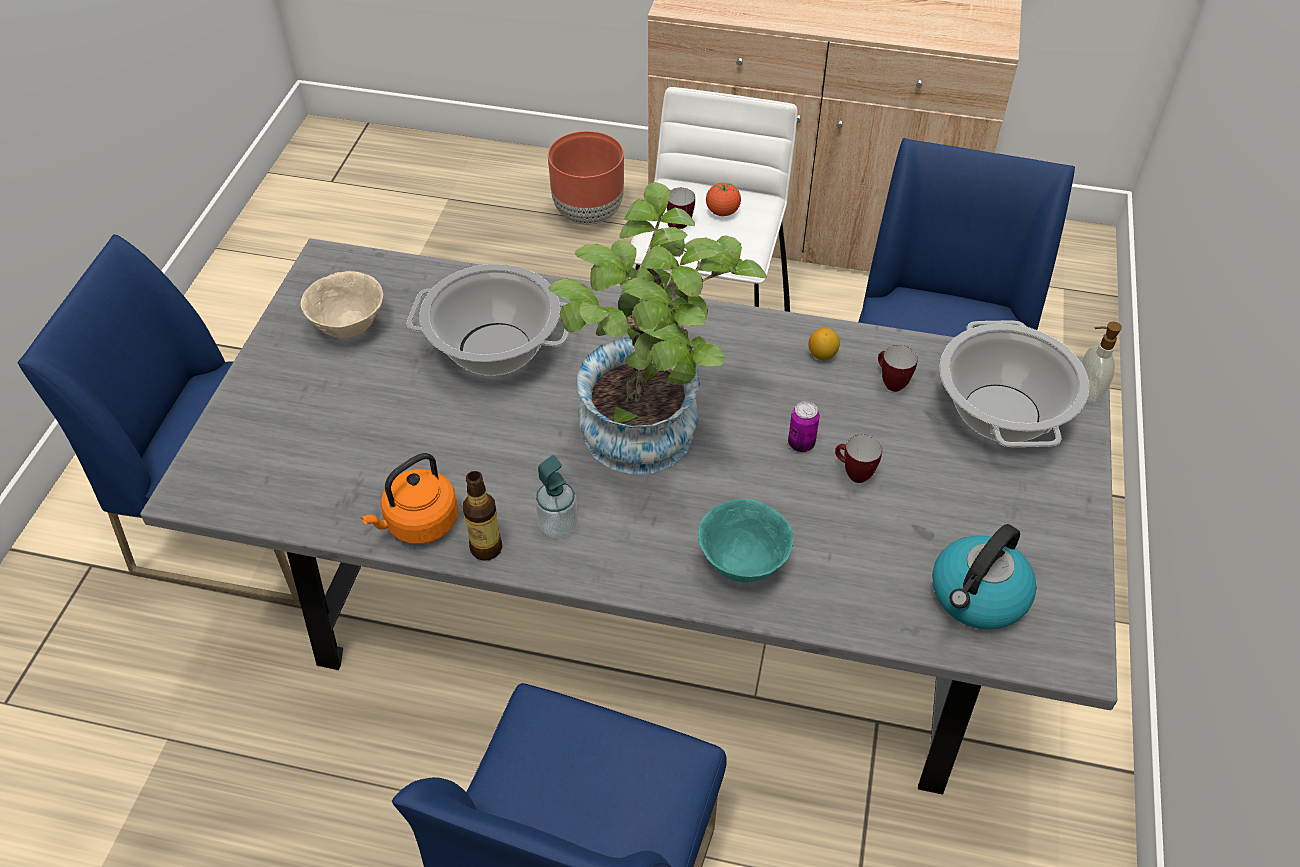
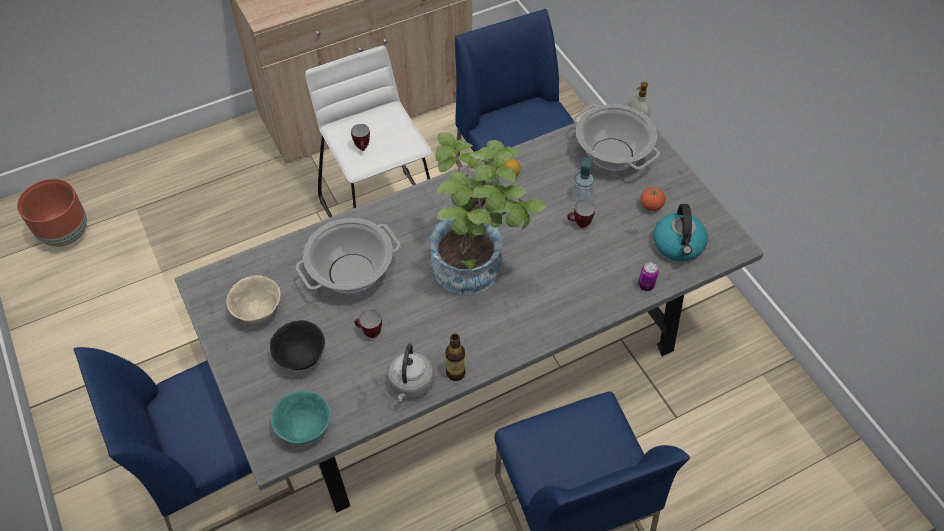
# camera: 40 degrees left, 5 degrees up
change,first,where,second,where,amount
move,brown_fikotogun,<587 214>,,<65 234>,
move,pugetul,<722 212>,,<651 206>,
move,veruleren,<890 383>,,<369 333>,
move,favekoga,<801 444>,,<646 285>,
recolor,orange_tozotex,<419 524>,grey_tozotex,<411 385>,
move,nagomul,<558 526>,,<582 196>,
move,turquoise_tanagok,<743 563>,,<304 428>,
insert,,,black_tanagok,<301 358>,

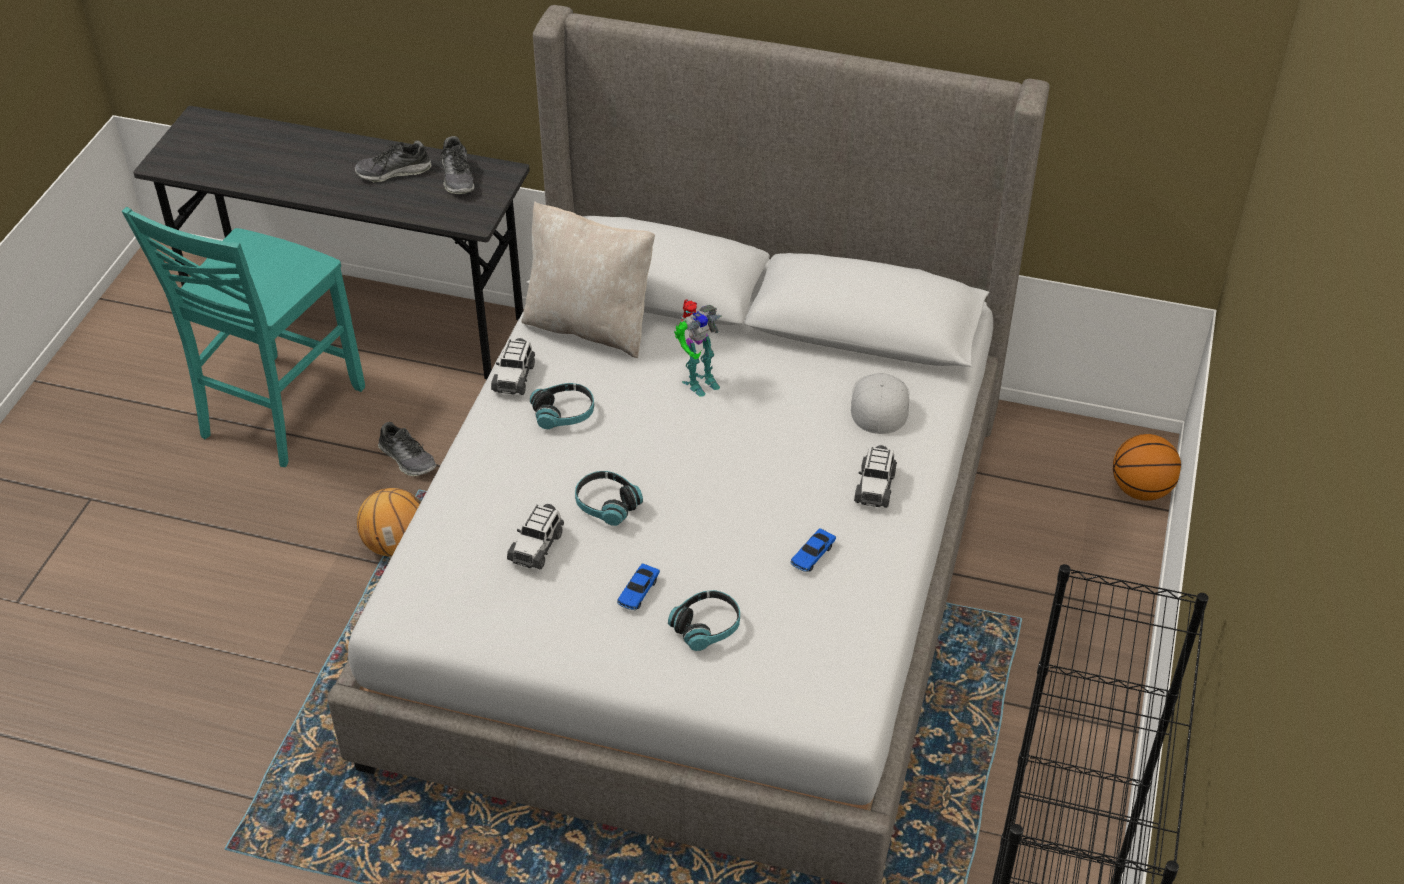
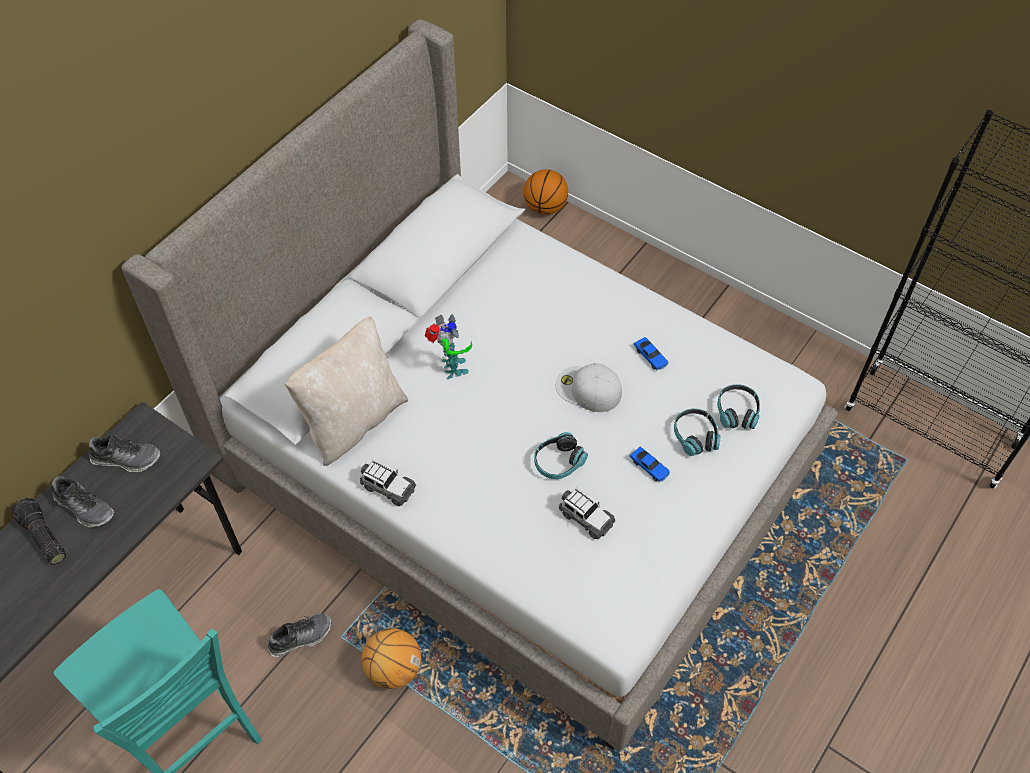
# camera: 70 degrees left, 10 degrees up
change,first,where,second,where,amount
rotate,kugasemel,<394 172>,,<85 507>,60 degrees counterclockwise
move,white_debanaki,<879 403>,,<587 389>,
move,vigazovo,<564 413>,,<737 412>,
delete,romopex,<875 486>,,,
insert,,,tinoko,<42 537>,

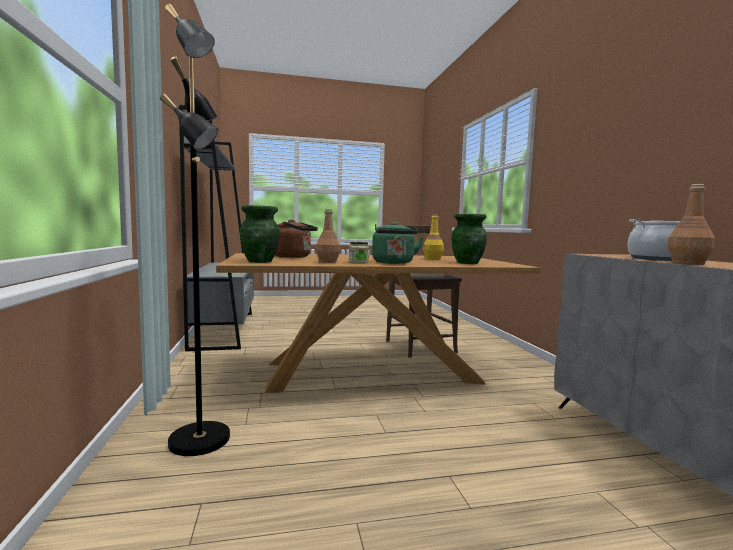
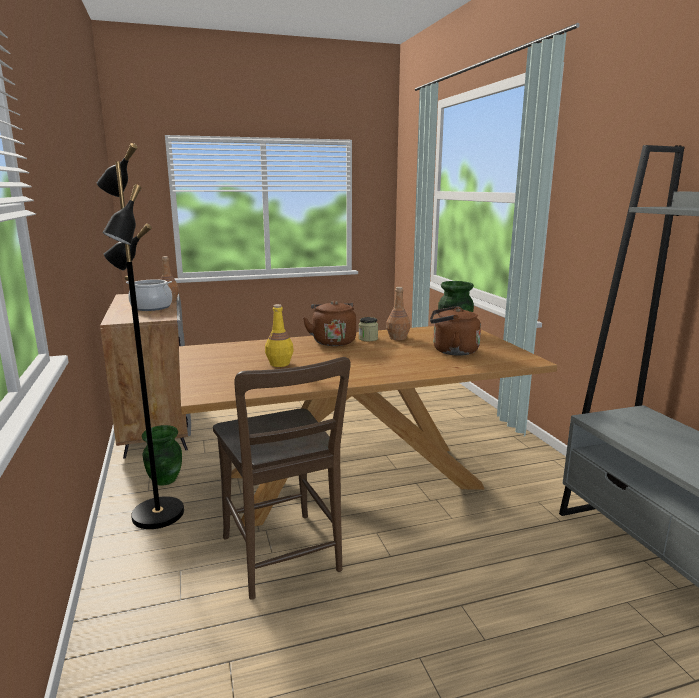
# camera: 175 degrees right, 10 degrees up
change,first,where,second,where,amount
move,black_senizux,<202 440>,,<156 514>,
move,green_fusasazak,<468 263>,,<164 480>,
recolor,green_tozotex,<393 263>,brown_tozotex,<333 341>,

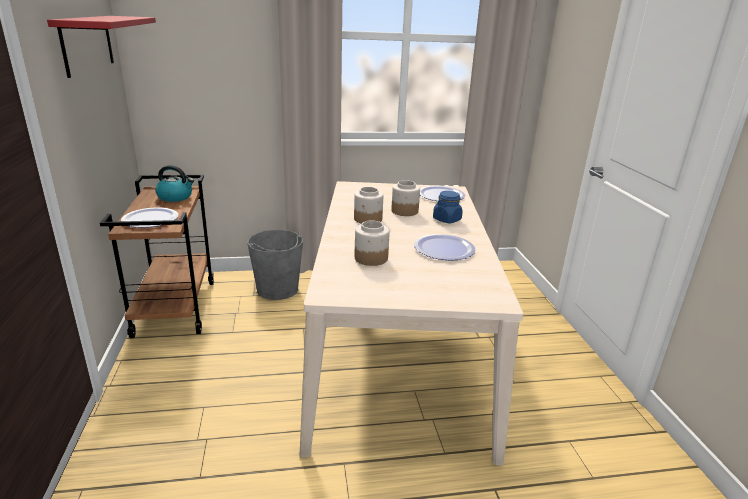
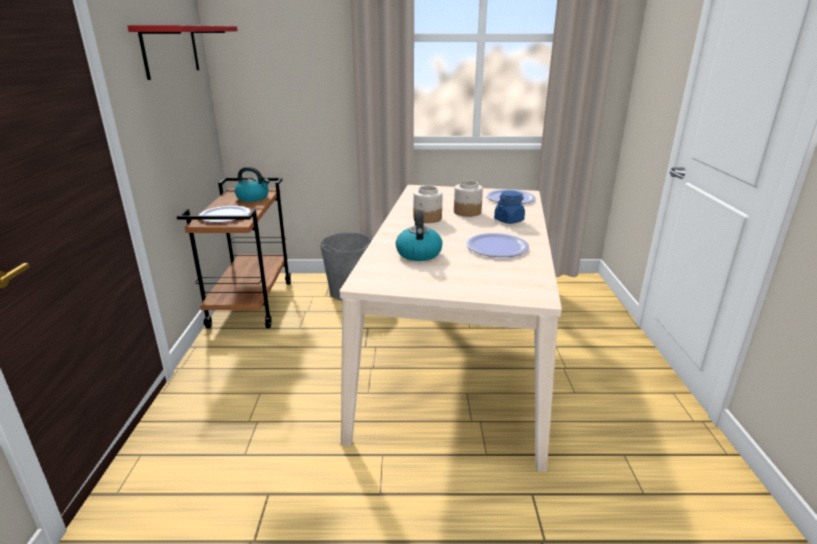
# camera: 10 degrees right, 0 degrees up
change,first,where,second,where,amount
replace,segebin,<370 258>,tozotex,<418 253>,

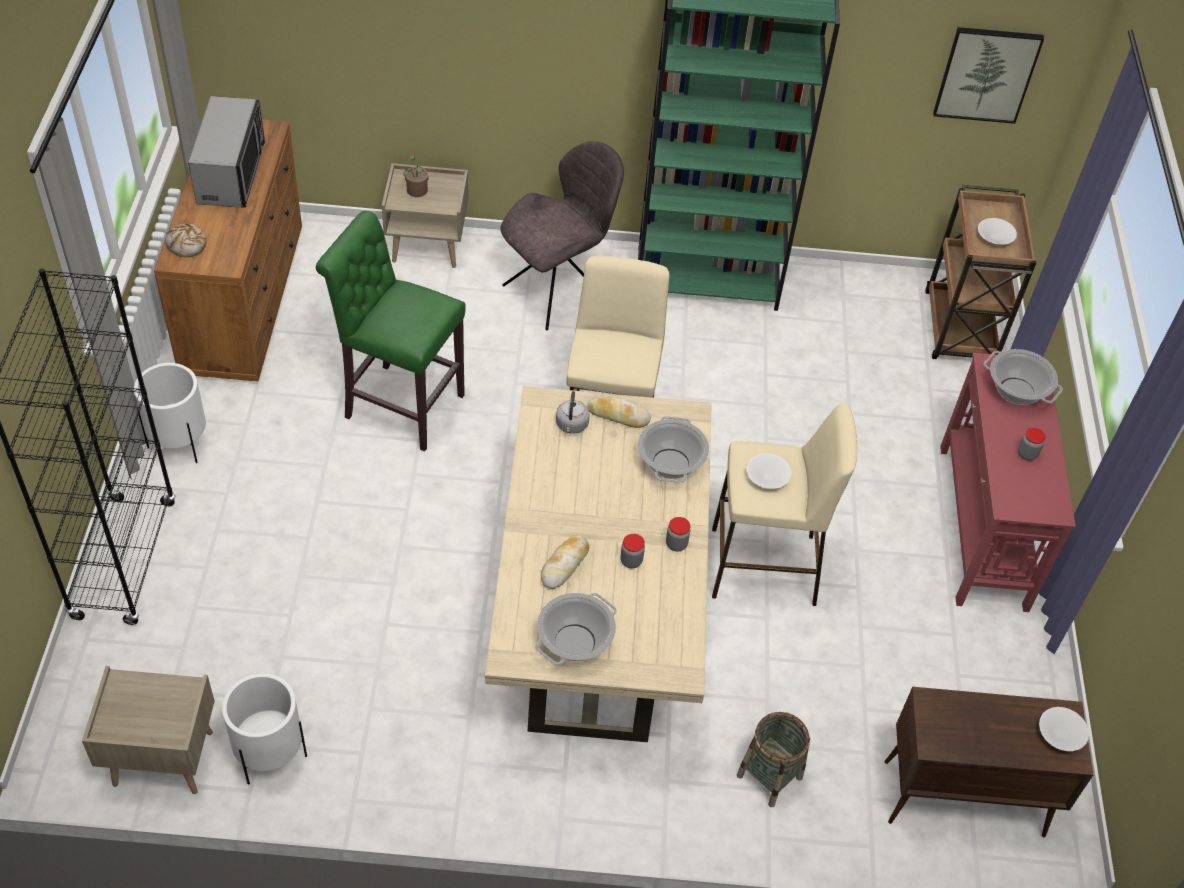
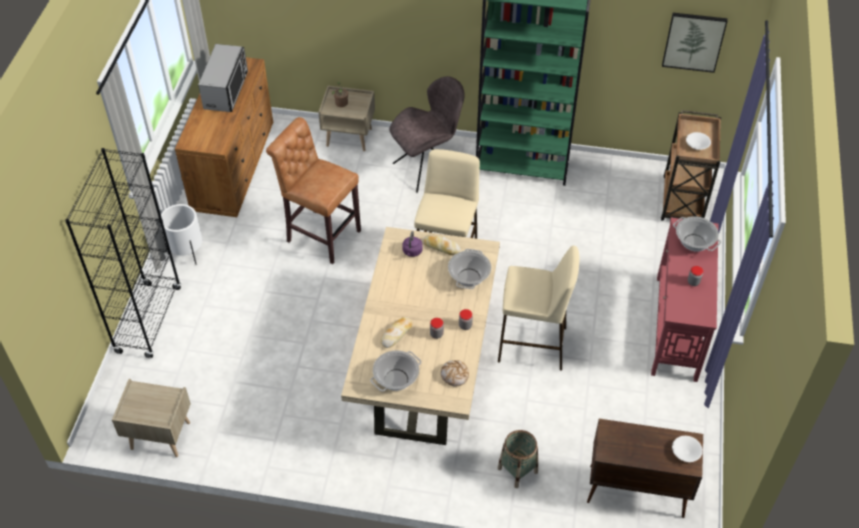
# camera: 10 degrees right, 0 degrees up
change,first,where,second,where,amount
recolor,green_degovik,<399 404>,brown_degovik,<320 234>,
move,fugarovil,<187 245>,,<455 375>,
recolor,grey_tozotex,<571 426>,purple_tozotex,<412 252>,
delete,white_tanagok,<766 477>,,,
delete,white_fikotogun,<270 755>,,,

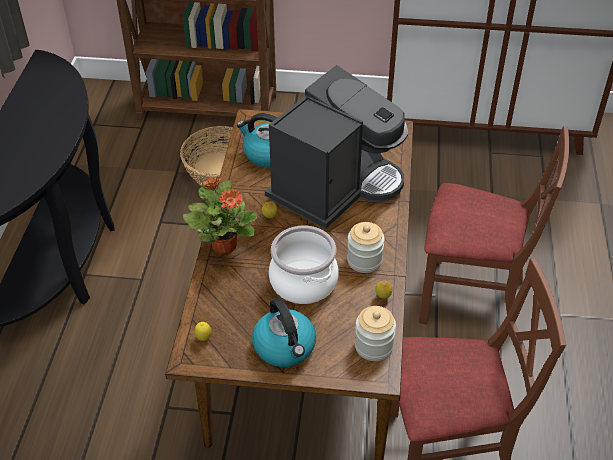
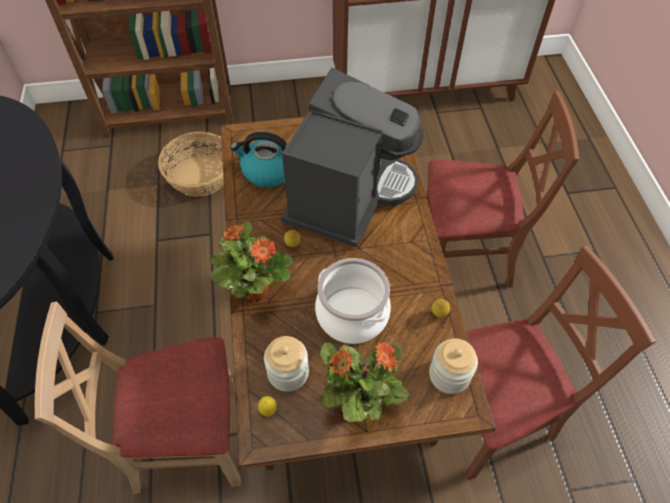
# camera: 15 degrees left, 10 degrees up
change,first,where,second,where,amount
move,segebin,<364 260>,,<288 373>,
replace,tozotex,<285 347>,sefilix,<359 399>,
insert,,,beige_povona,<188 442>,

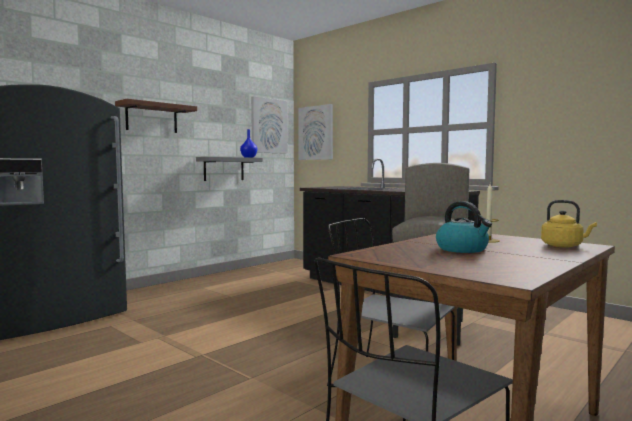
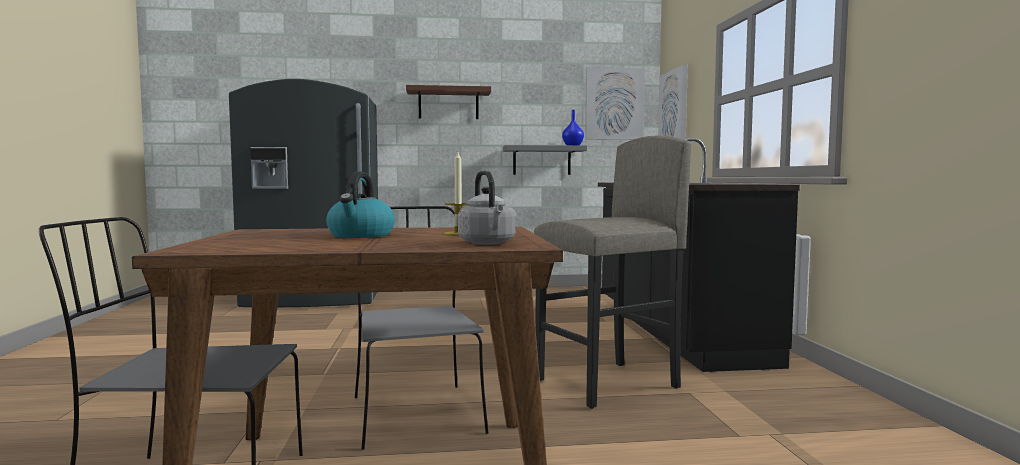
# camera: 40 degrees right, 0 degrees up
change,first,where,second,where,amount
recolor,yellow_tozotex,<564 246>,grey_tozotex,<488 243>,

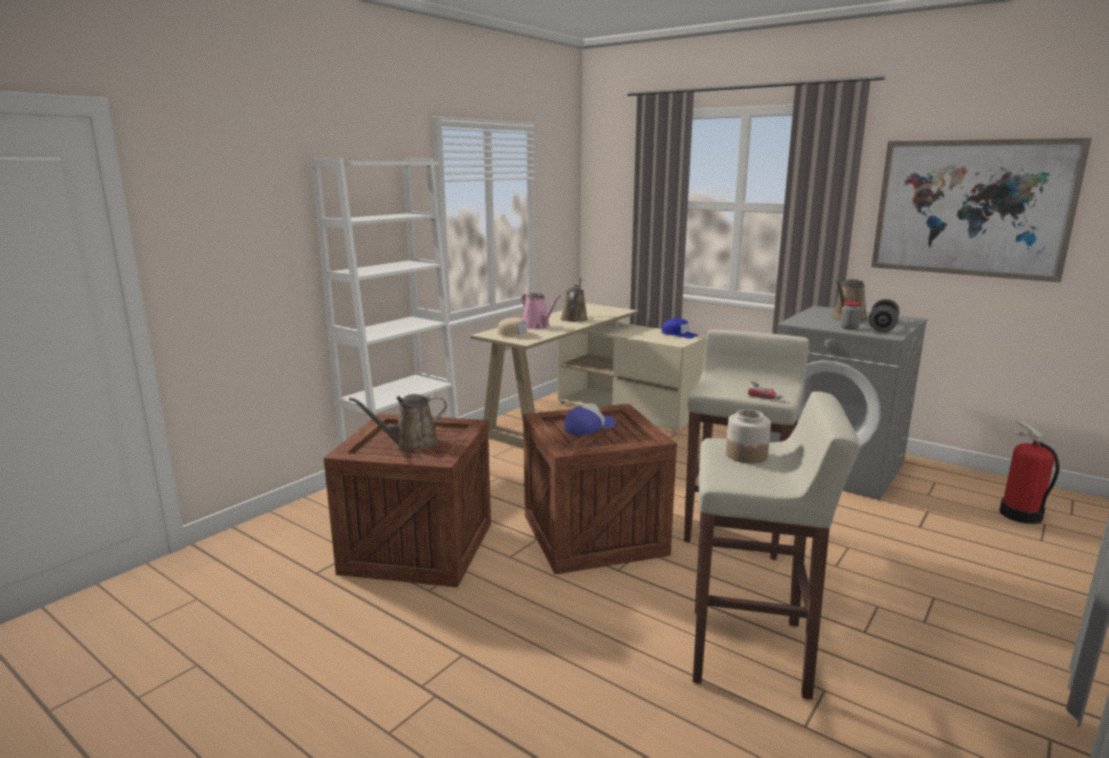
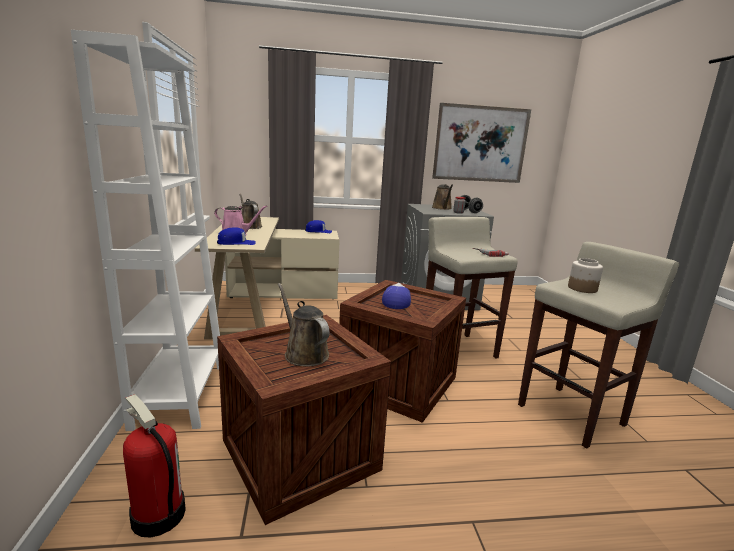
# camera: 45 degrees left, 0 degrees up
change,first,where,second,where,amount
recolor,beige_debanaki,<517 335>,blue_debanaki,<236 243>,
rotate,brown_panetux,<411 443>,,<304 353>,120 degrees clockwise
move,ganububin,<1019 514>,,<157 515>,

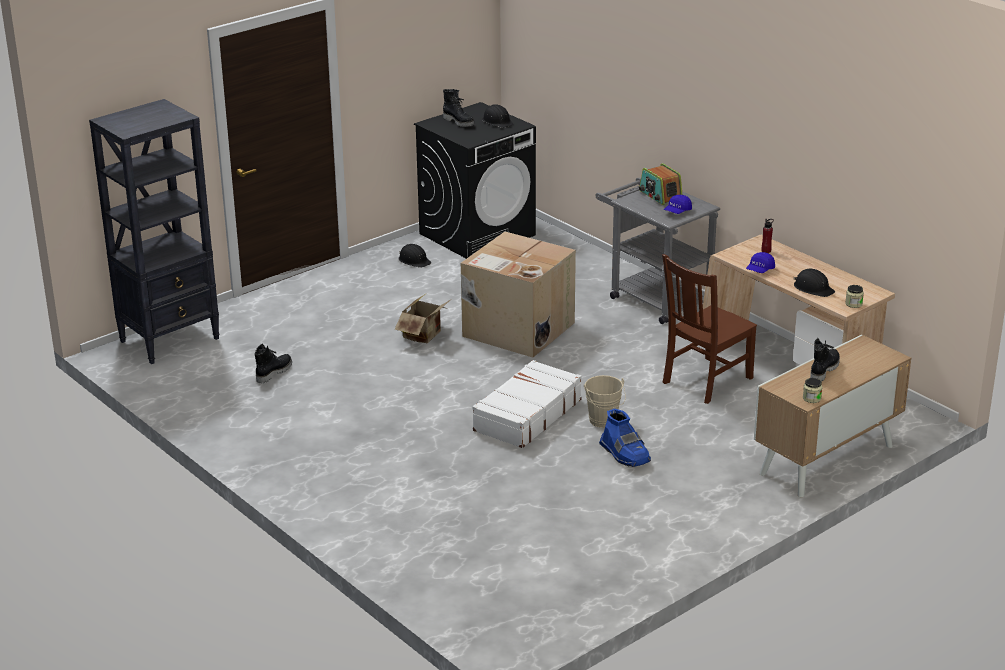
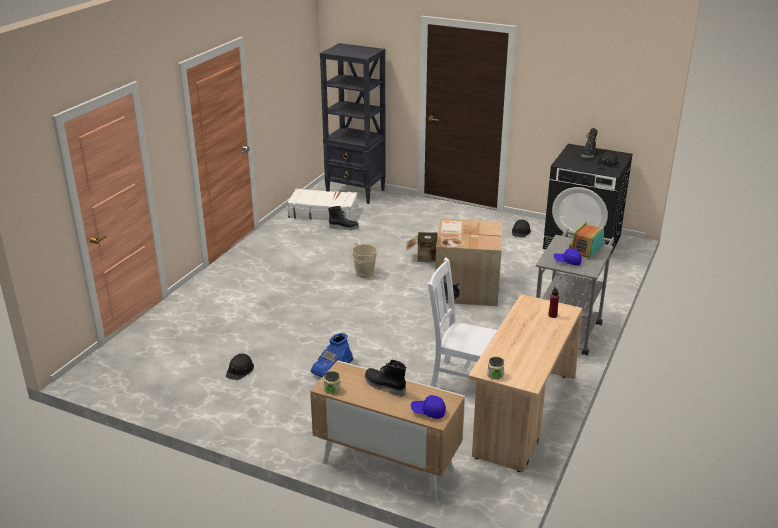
# camera: 65 degrees right, 0 degrees up
change,first,where,second,where,amount
move,blue_debanaki,<760 270>,,<428 412>,
recolor,brown_povona,<705 381>,white_povona,<462 379>,
move,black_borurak,<813 288>,,<240 370>,
rotate,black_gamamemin,<823 370>,,<384 386>,150 degrees counterclockwise
move,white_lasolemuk,<526 415>,,<323 212>,
move,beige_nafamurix,<604 422>,,<363 274>,

